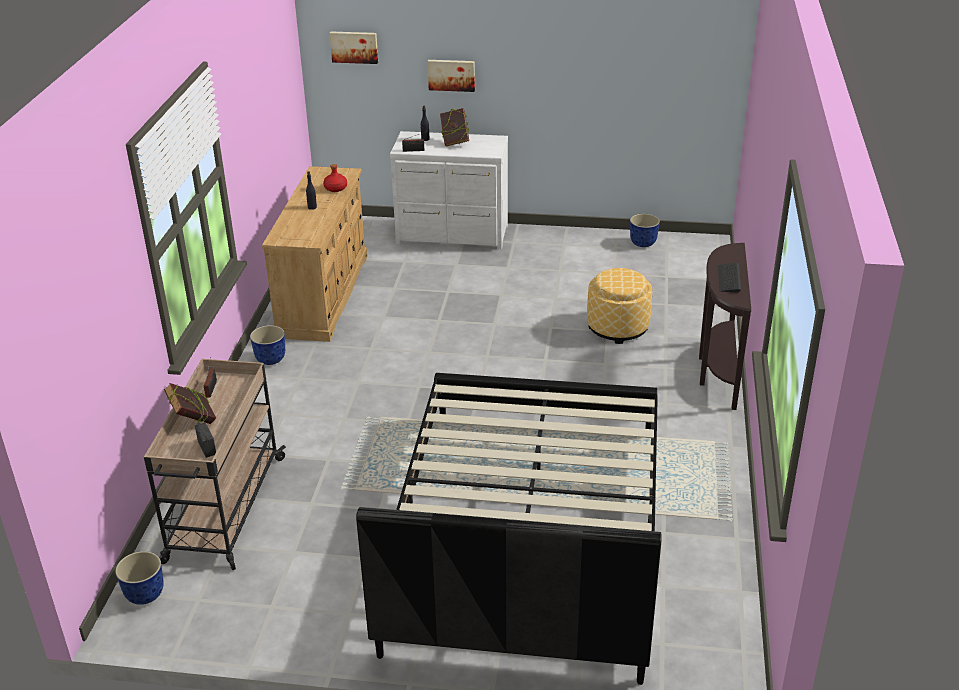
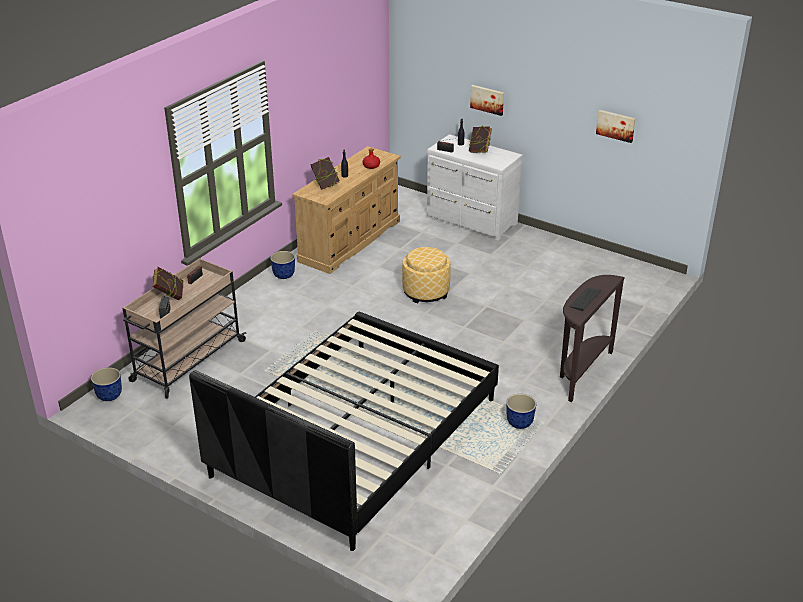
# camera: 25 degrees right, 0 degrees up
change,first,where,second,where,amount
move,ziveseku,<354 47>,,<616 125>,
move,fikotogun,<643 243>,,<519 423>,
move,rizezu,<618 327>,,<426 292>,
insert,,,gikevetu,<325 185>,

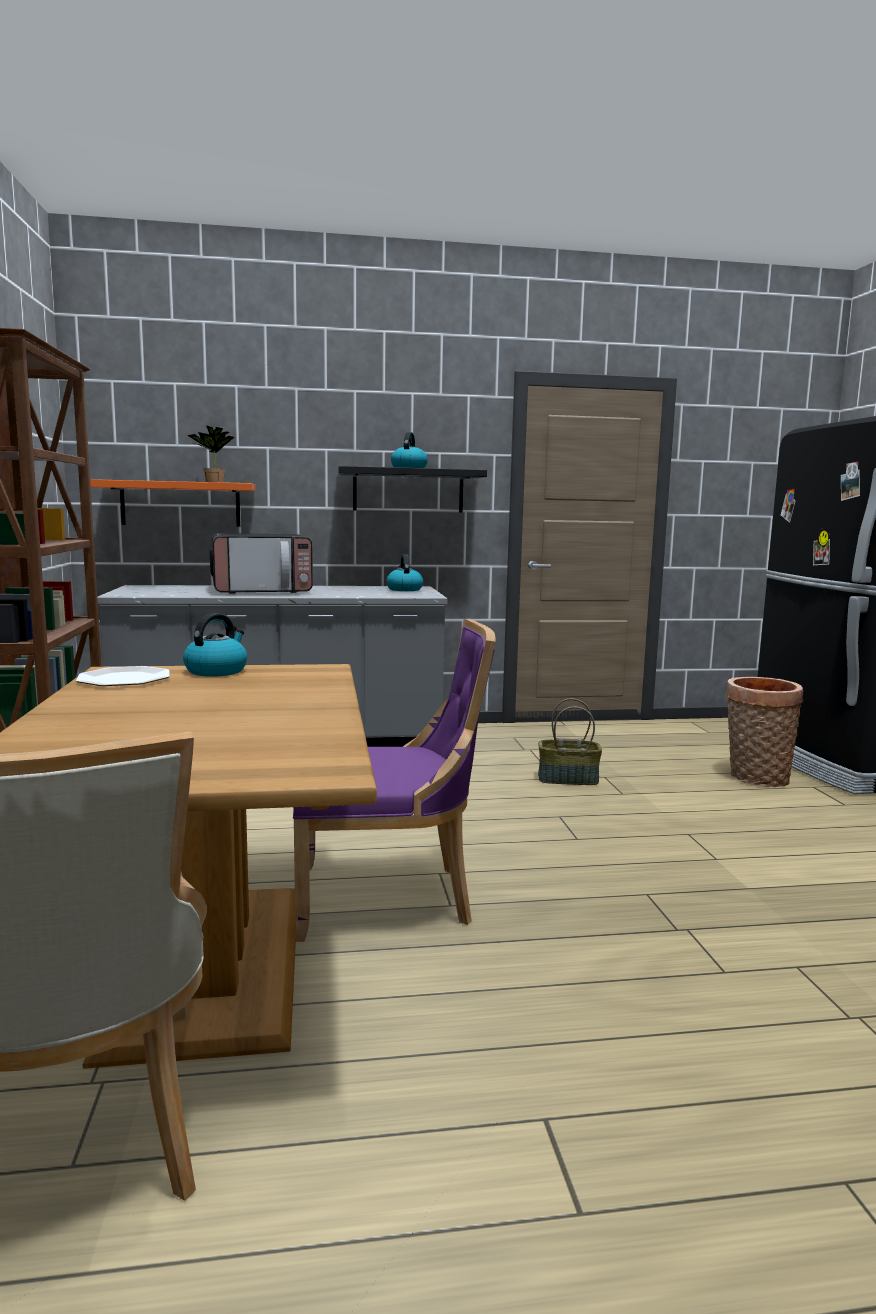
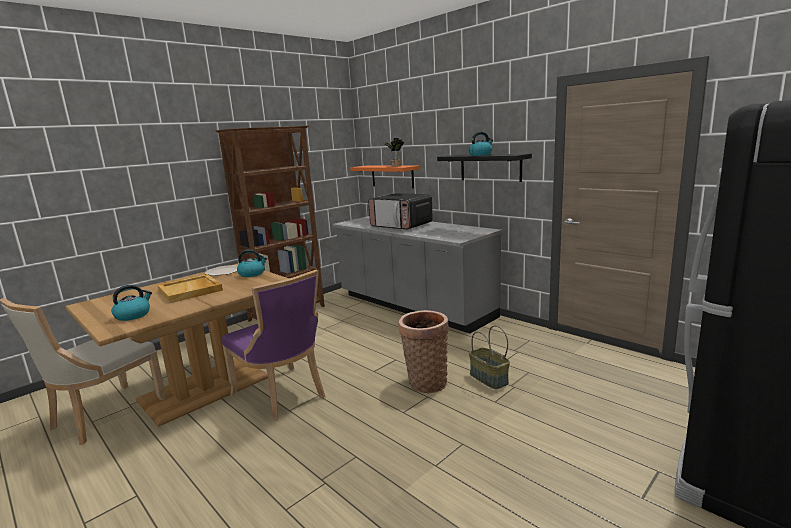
# camera: 55 degrees right, 5 degrees up
change,first,where,second,where,amount
move,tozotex,<404 589>,,<133 315>,
move,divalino,<755 778>,,<425 382>,
insert,,,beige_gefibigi,<191 291>,

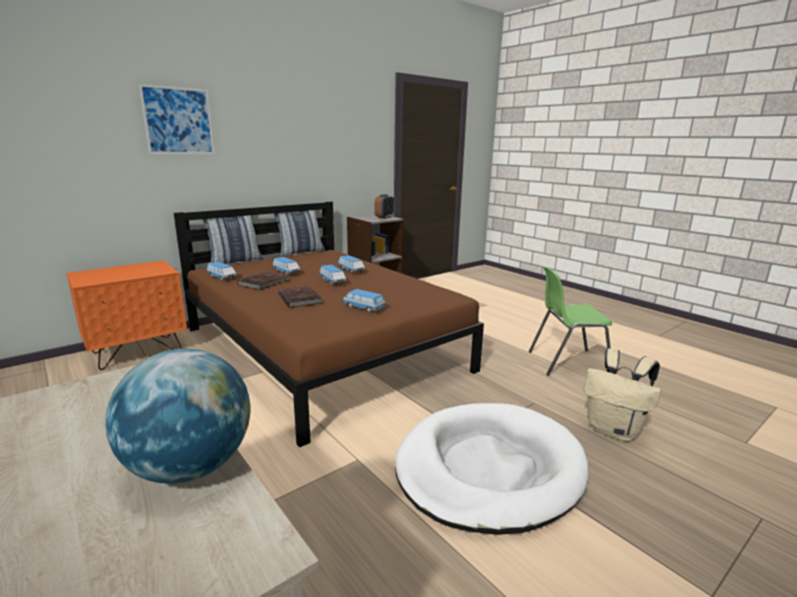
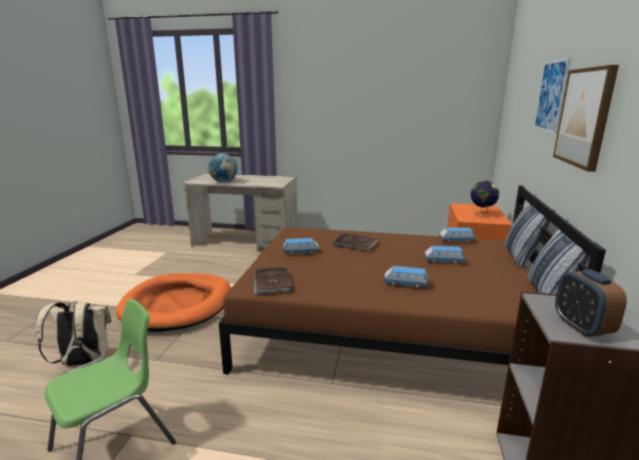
# camera: 140 degrees right, 0 degrees up
change,first,where,second,where,amount
delete,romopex,<332 281>,,,
move,brown_gikevetu,<264 282>,,<271 283>,
recolor,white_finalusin,<488 469>,orange_finalusin,<178 305>,
insert,,,ziveseku,<585 117>,
insert,,,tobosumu,<482 214>,

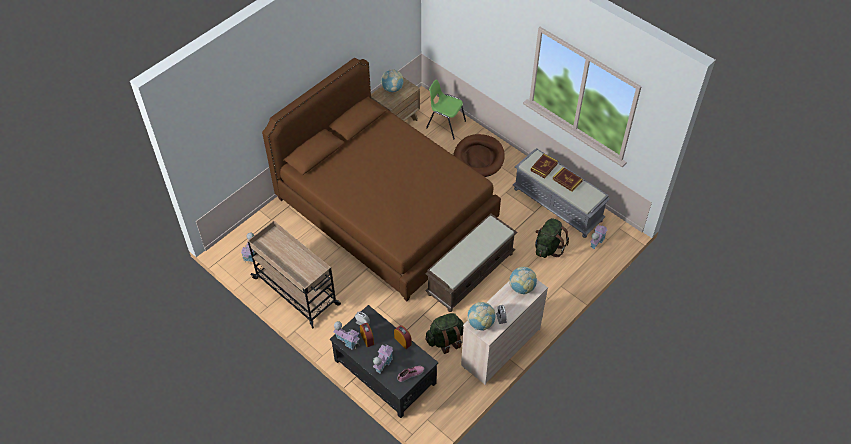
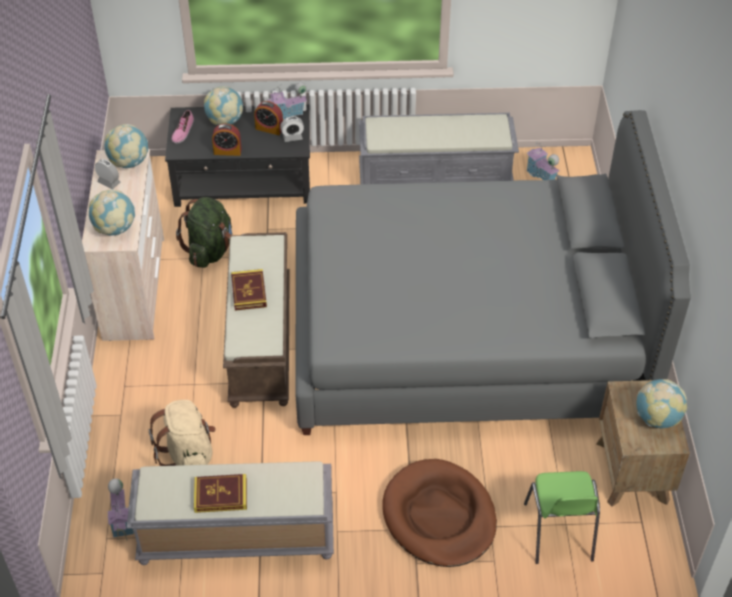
# camera: 135 degrees right, 5 degrees down
change,first,where,second,where,amount
recolor,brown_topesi,<386 210>,grey_topesi,<465 335>,
rotate,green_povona,<445 124>,,<558 532>,105 degrees clockwise
move,gikevetu,<544 167>,,<249 292>,
recolor,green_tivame,<548 247>,beige_tivame,<188 455>,
replace,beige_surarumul,<297 292>,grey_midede,<436 179>,
replace,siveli,<383 363>,tobosumu,<225 121>,

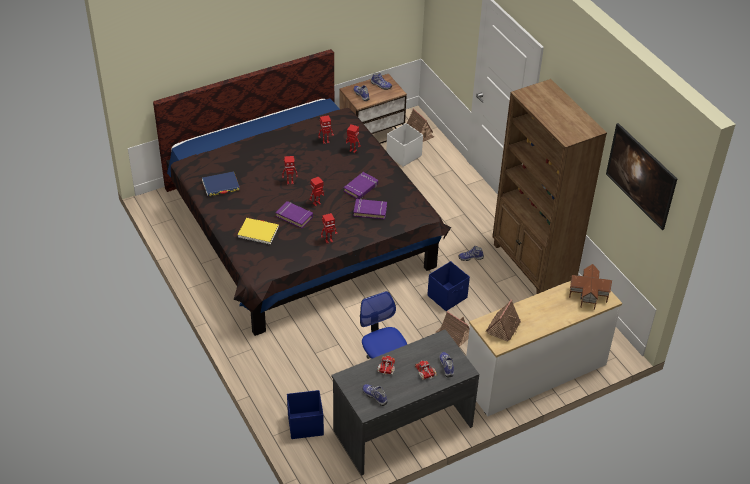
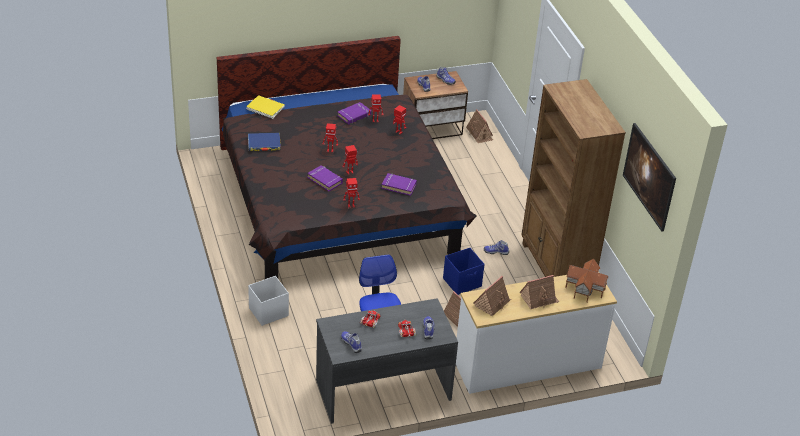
# camera: 10 degrees right, 5 degrees down
change,first,where,second,where,amount
move,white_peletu,<403 155>,,<268 312>,
move,purple_gikevetu,<361 188>,,<354 115>,
move,yellow_gikevetu,<258 232>,,<265 108>,
delete,blue_peletu,<305 425>,,,
insert,,,siveli,<539 299>,

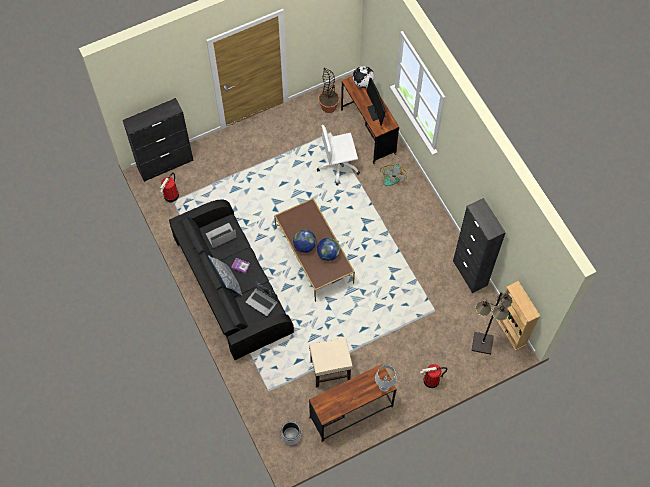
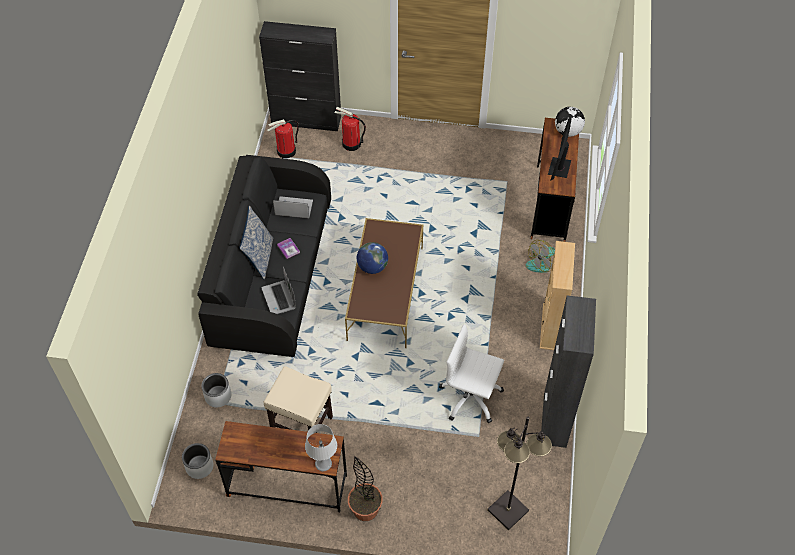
# camera: 35 degrees right, 10 degrees down
change,first,where,second,where,amount
move,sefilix,<328 106>,,<365 509>,
move,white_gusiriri,<338 166>,,<470 397>,
delete,tobosumu,<328 254>,,,
move,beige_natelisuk,<510 331>,,<550 327>,
move,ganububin,<431 380>,,<351 144>,
insert,,,grey_fikotogun,<218 396>,

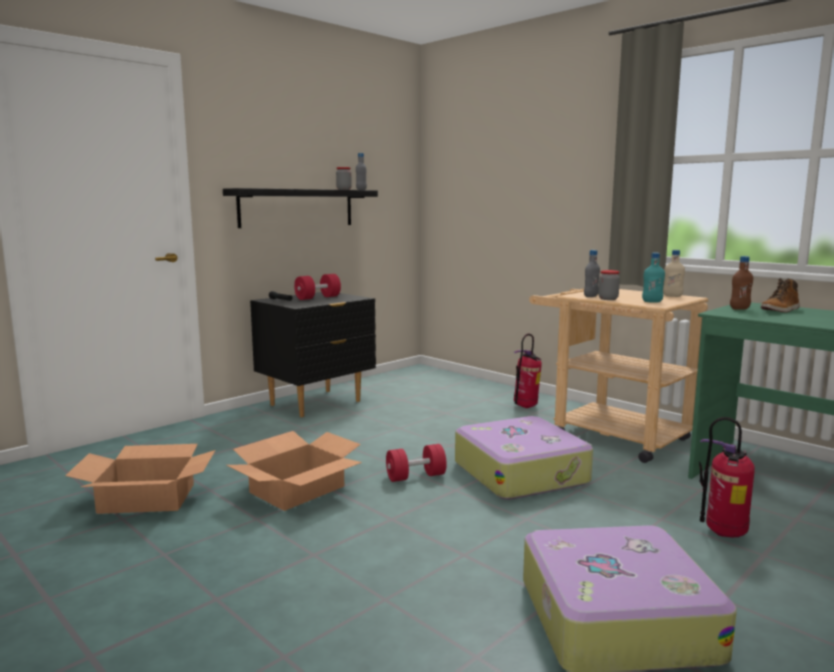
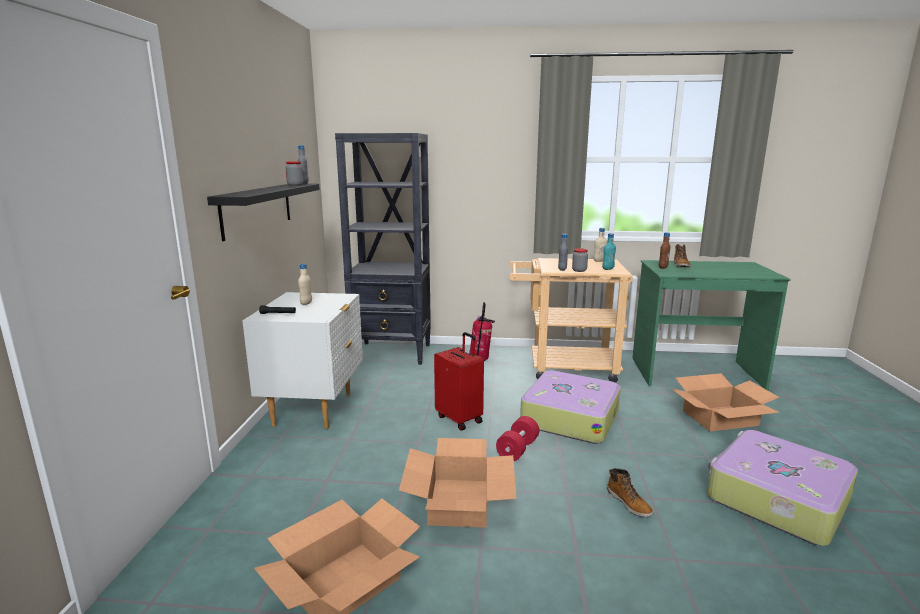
# camera: 40 degrees left, 5 degrees up
change,first,where,second,where,amount
replace,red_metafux,<318 298>,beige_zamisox,<306 303>,
recolor,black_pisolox,<316 403>,white_pisolox,<314 409>,
replace,ganububin,<723 534>,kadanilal,<720 418>,
insert,,,black_natelisuk,<392 353>,
insert,,,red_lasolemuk,<460 419>,
insert,,,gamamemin,<629 503>,

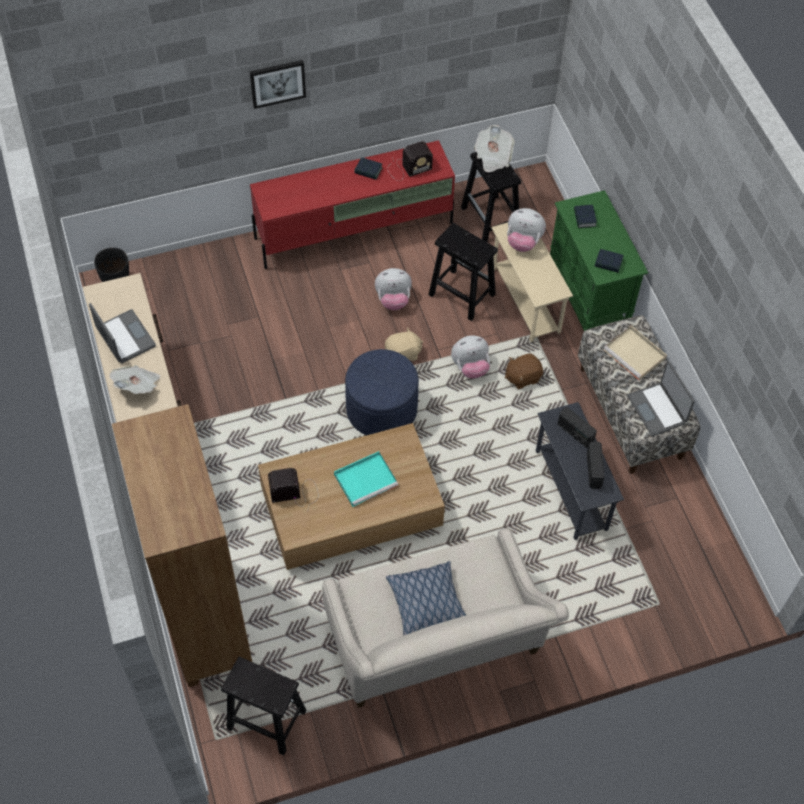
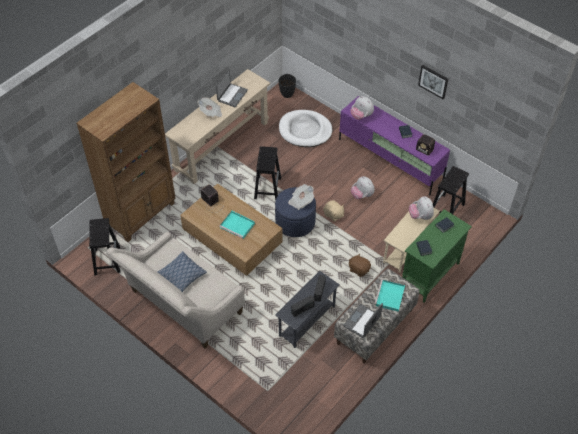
# camera: 60 degrees right, 5 degrees down
change,first,where,second,where,amount
move,ziveseku,<277 83>,,<433 81>,
move,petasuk,<493 157>,,<301 201>,
recolor,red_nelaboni,<355 230>,purple_nelaboni,<390 160>,
move,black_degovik,<460 294>,,<267 188>,
recolor,beige_gefibigi,<635 355>,turquoise_gefibigi,<390 297>,
move,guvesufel,<470 367>,,<361 116>,
insert,,,white_finalusin,<305 130>,

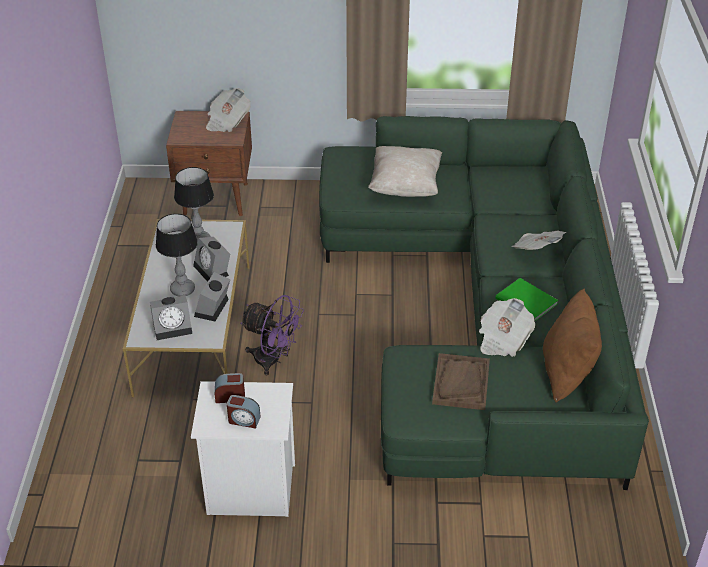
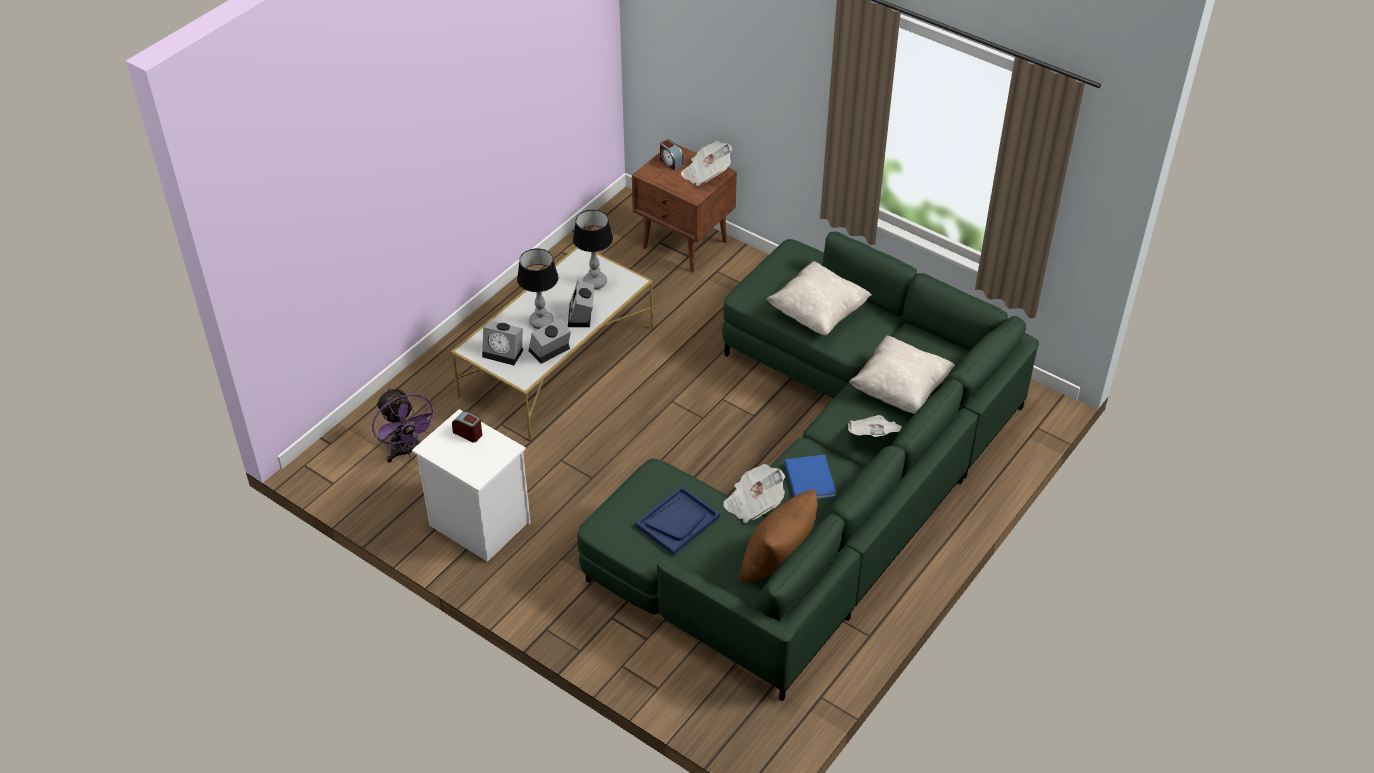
# camera: 35 degrees right, 5 degrees up
change,first,where,second,where,amount
recolor,green_gikevetu,<526 303>,blue_gikevetu,<808 481>,
move,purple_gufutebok,<273 360>,,<407 451>,
recolor,brown_gefibigi,<461 383>,blue_gefibigi,<677 522>,
move,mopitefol,<243 420>,,<670 162>,
insert,,,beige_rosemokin,<900 390>,

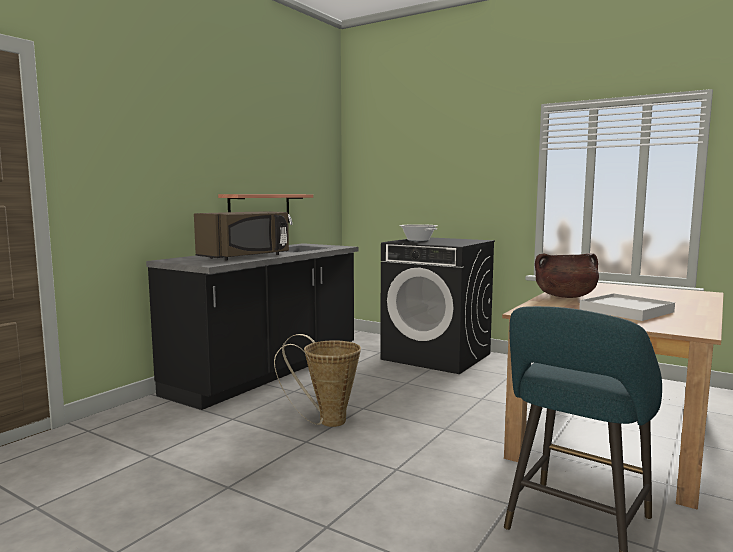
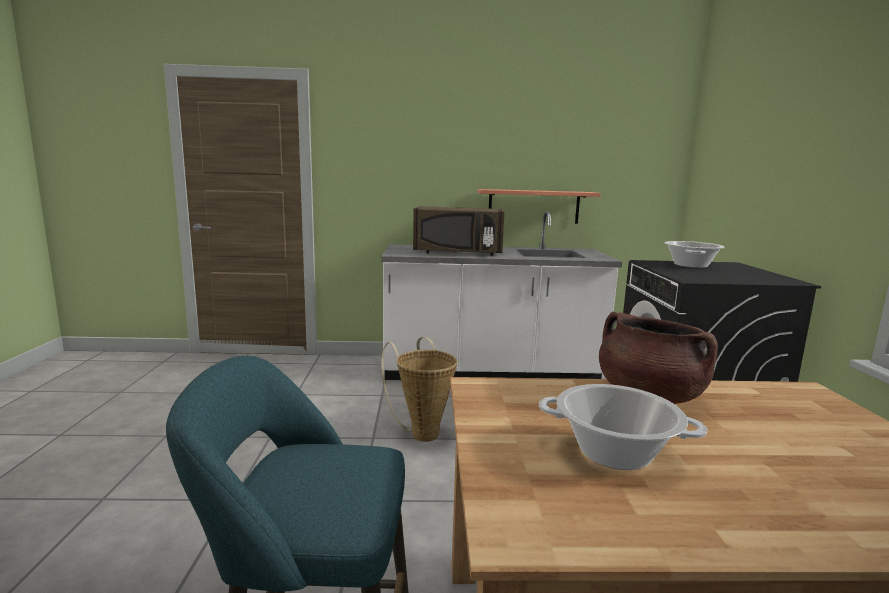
# camera: 55 degrees right, 5 degrees up
change,first,where,second,where,amount
recolor,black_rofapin,<268 372>,white_rofapin,<490 372>,
replace,white_gefibigi,<626 311>,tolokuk,<614 452>,

